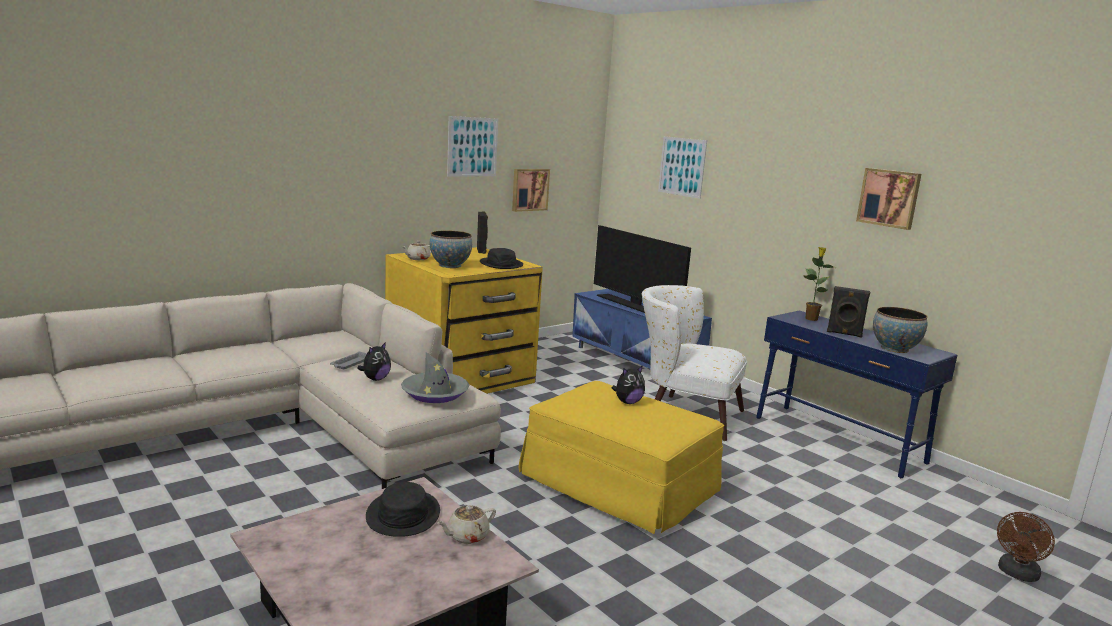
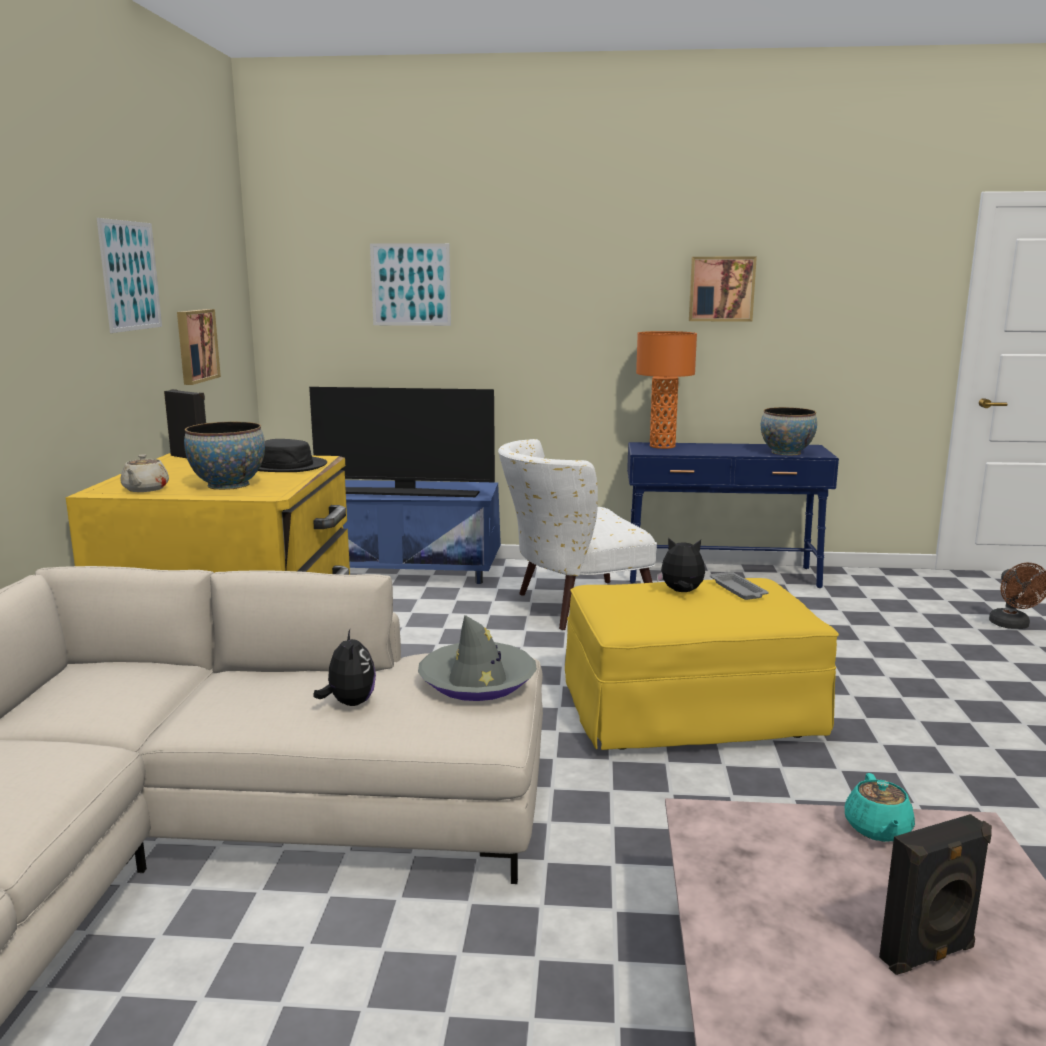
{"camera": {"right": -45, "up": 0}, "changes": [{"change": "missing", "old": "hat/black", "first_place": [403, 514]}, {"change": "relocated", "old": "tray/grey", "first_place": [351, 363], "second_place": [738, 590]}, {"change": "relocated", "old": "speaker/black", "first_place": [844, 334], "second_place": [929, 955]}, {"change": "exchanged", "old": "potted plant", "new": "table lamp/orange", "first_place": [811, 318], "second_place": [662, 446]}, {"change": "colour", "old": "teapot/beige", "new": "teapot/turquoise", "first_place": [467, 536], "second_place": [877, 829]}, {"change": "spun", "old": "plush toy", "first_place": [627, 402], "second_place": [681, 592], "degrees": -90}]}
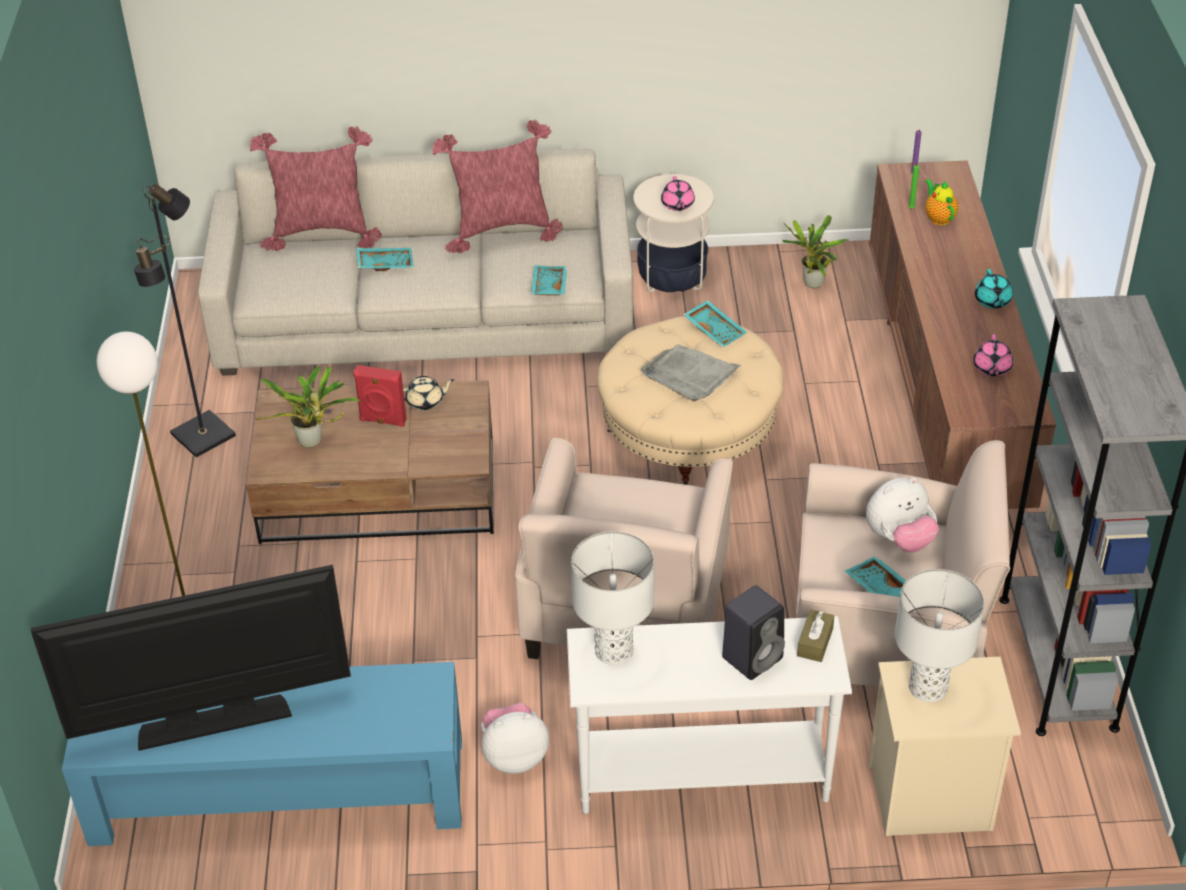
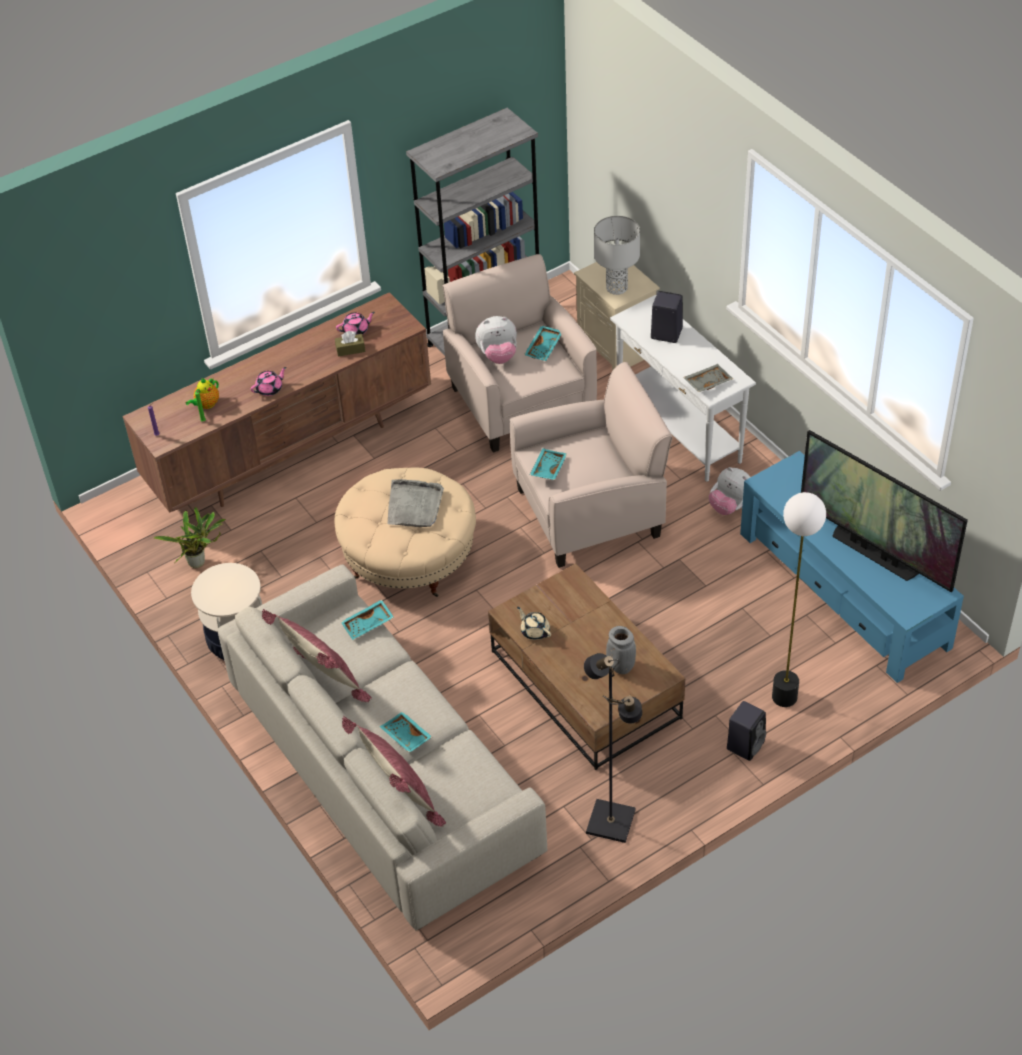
{"camera": {"right": -120, "up": 5}, "changes": [{"change": "missing", "old": "speaker/red", "first_place": [382, 421]}, {"change": "missing", "old": "teapot/turquoise", "first_place": [992, 301]}, {"change": "appeared", "new": "speaker/black", "second_place": [745, 744]}, {"change": "relocated", "old": "teapot/pink", "first_place": [677, 204], "second_place": [270, 389]}, {"change": "relocated", "old": "tray/turquoise", "first_place": [715, 329], "second_place": [547, 468]}, {"change": "relocated", "old": "tissue box/brown", "first_place": [815, 642], "second_place": [350, 349]}, {"change": "exchanged", "old": "potted plant", "new": "vase/grey", "first_place": [313, 442], "second_place": [620, 666]}, {"change": "exchanged", "old": "table lamp/white", "new": "tray/grey", "first_place": [614, 650], "second_place": [707, 382]}, {"change": "spun", "old": "plush toy", "first_place": [899, 539], "second_place": [498, 356], "degrees": 135}]}
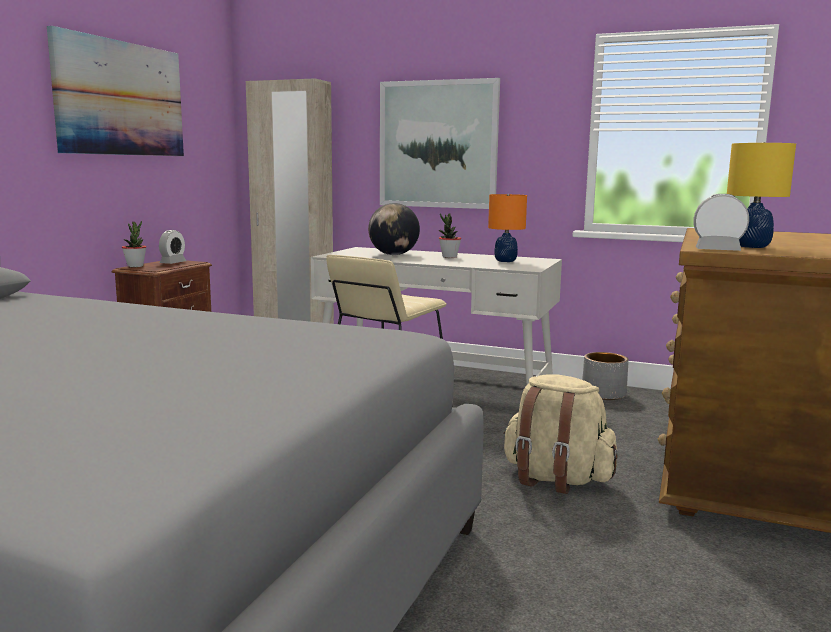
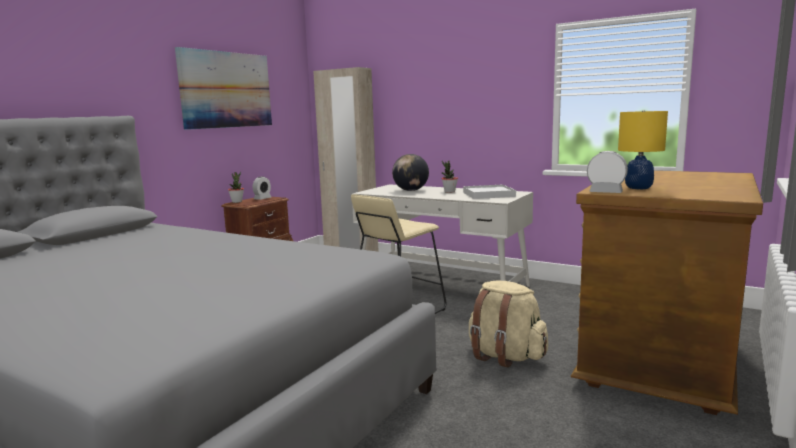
{"camera": {"right": 10, "up": 0}, "changes": [{"change": "missing", "old": "picture", "first_place": [438, 144]}, {"change": "missing", "old": "planter/grey", "first_place": [603, 394]}, {"change": "exchanged", "old": "table lamp/orange", "new": "tray/white", "first_place": [506, 261], "second_place": [488, 194]}]}
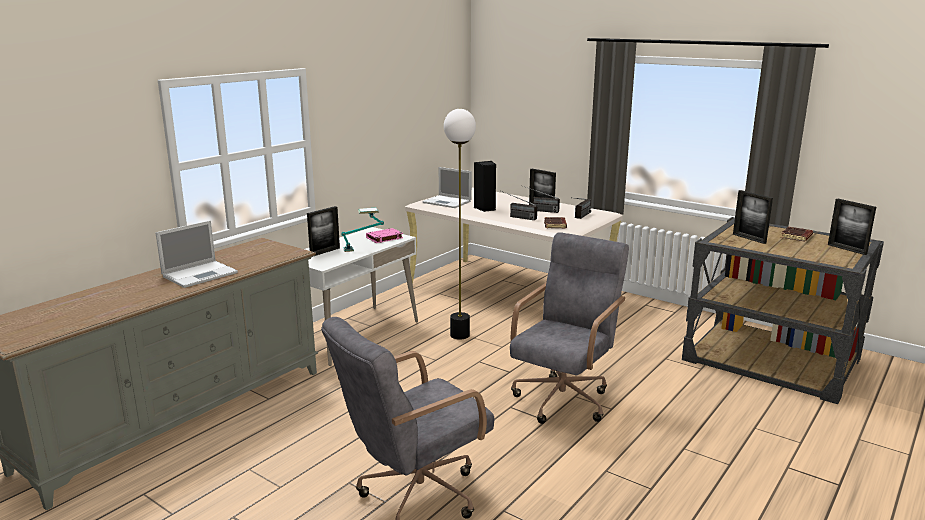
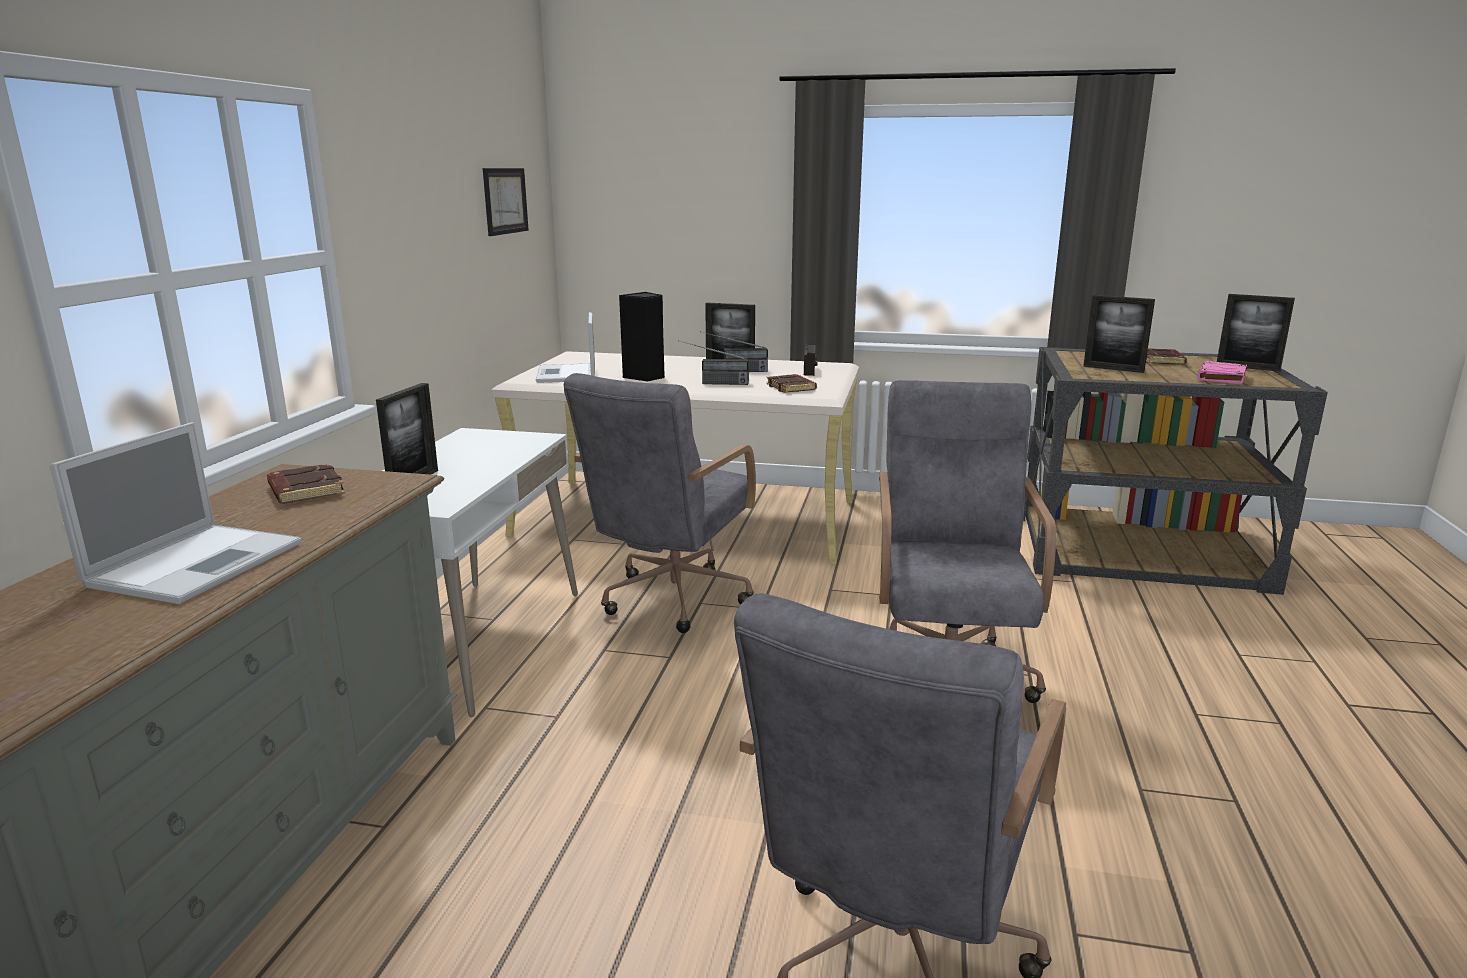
{"camera": {"right": -25, "up": 0}, "changes": [{"change": "missing", "old": "table lamp", "first_place": [363, 249]}, {"change": "appeared", "new": "book/brown", "second_place": [304, 490]}, {"change": "appeared", "new": "picture", "second_place": [505, 201]}, {"change": "relocated", "old": "book/pink", "first_place": [384, 238], "second_place": [1221, 377]}, {"change": "exchanged", "old": "floor lamp", "new": "office chair/grey", "first_place": [459, 335], "second_place": [671, 603]}, {"change": "spun", "old": "laptop", "first_place": [448, 202], "second_place": [567, 374], "degrees": 75}]}
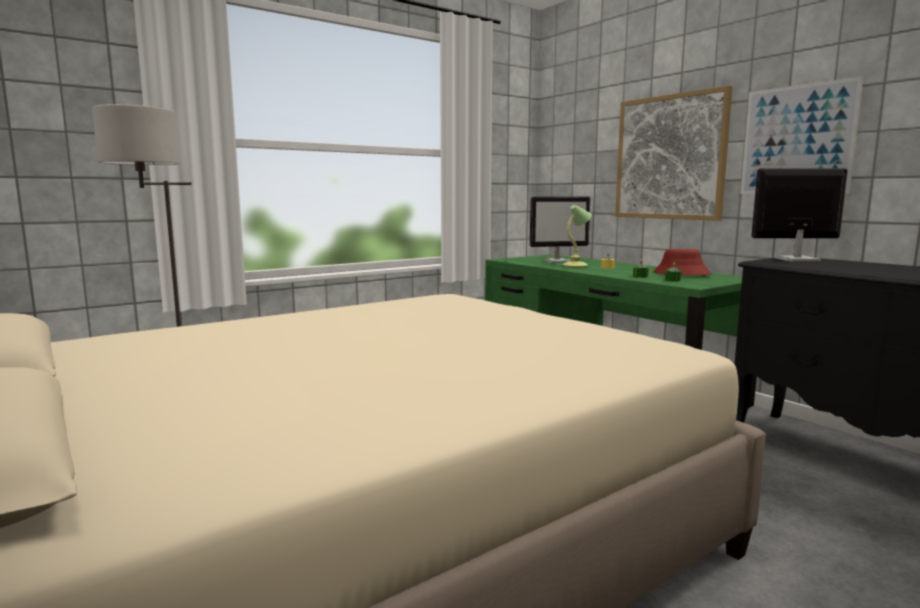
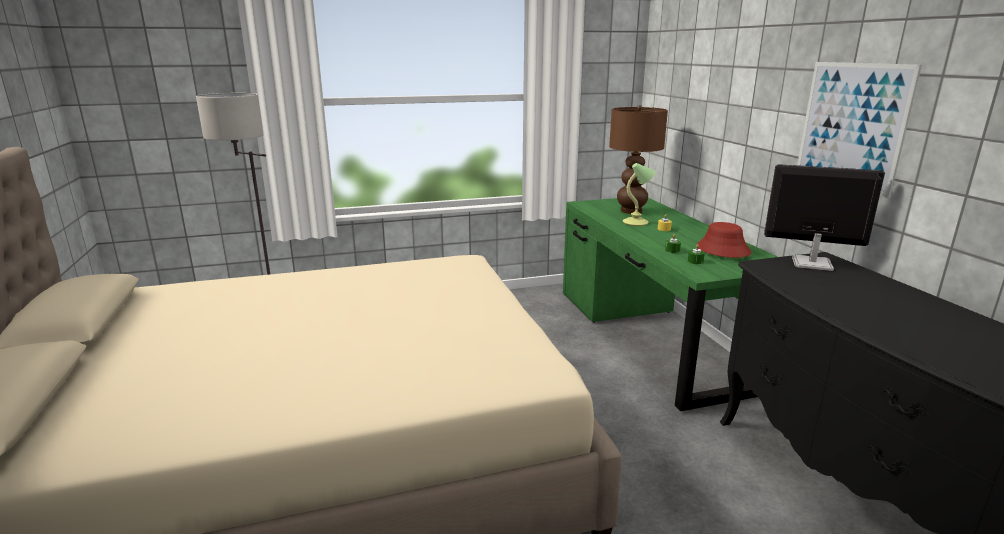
{"camera": {"right": 20, "up": 10}, "changes": [{"change": "missing", "old": "picture", "first_place": [669, 157]}, {"change": "exchanged", "old": "monitor", "new": "table lamp/brown", "first_place": [557, 261], "second_place": [631, 211]}]}
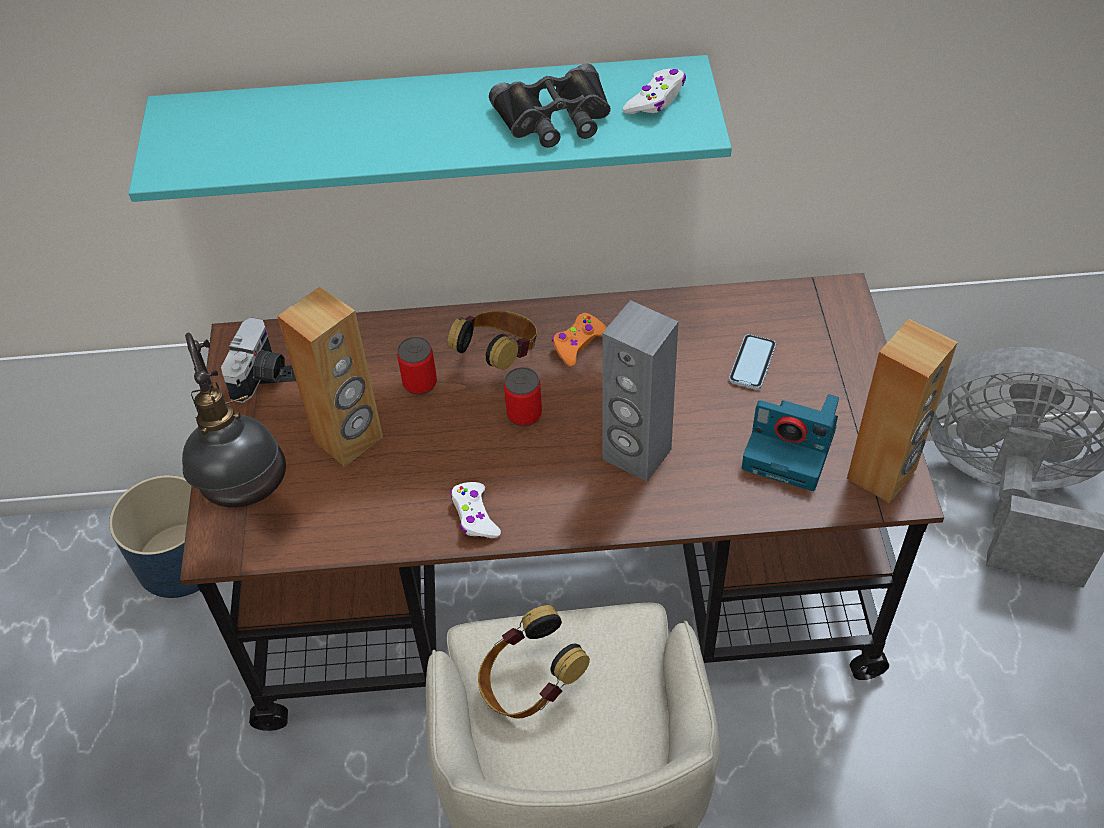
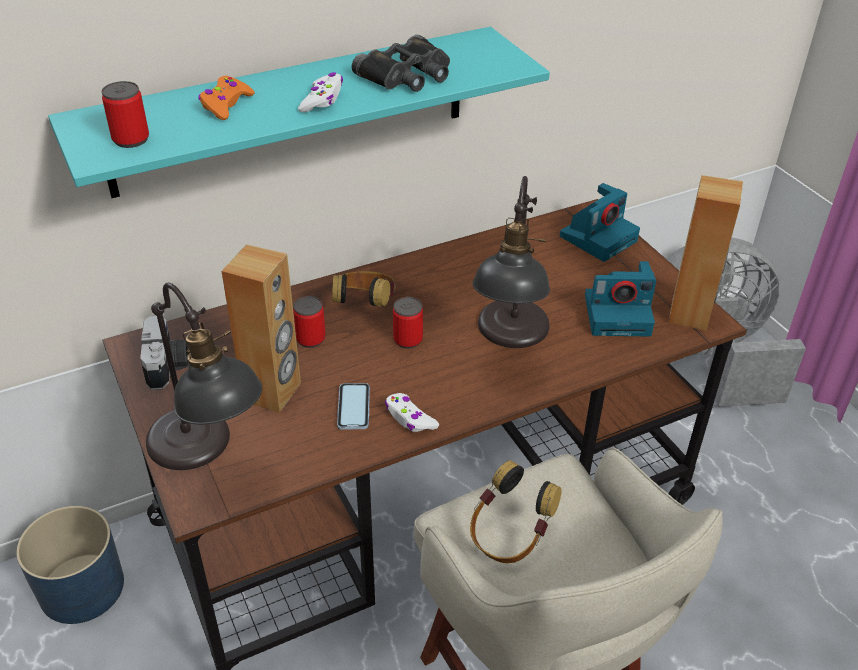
{"camera": {"right": -25, "up": -10}, "changes": [{"change": "appeared", "new": "can", "second_place": [131, 139]}, {"change": "appeared", "new": "photo camera", "second_place": [598, 237]}, {"change": "relocated", "old": "game controller/orange", "first_place": [578, 344], "second_place": [226, 105]}, {"change": "relocated", "old": "game controller/white", "first_place": [656, 99], "second_place": [322, 100]}, {"change": "relocated", "old": "phone", "first_place": [752, 363], "second_place": [353, 407]}, {"change": "exchanged", "old": "speaker/grey", "new": "table lamp/grey", "first_place": [636, 455], "second_place": [510, 345]}]}
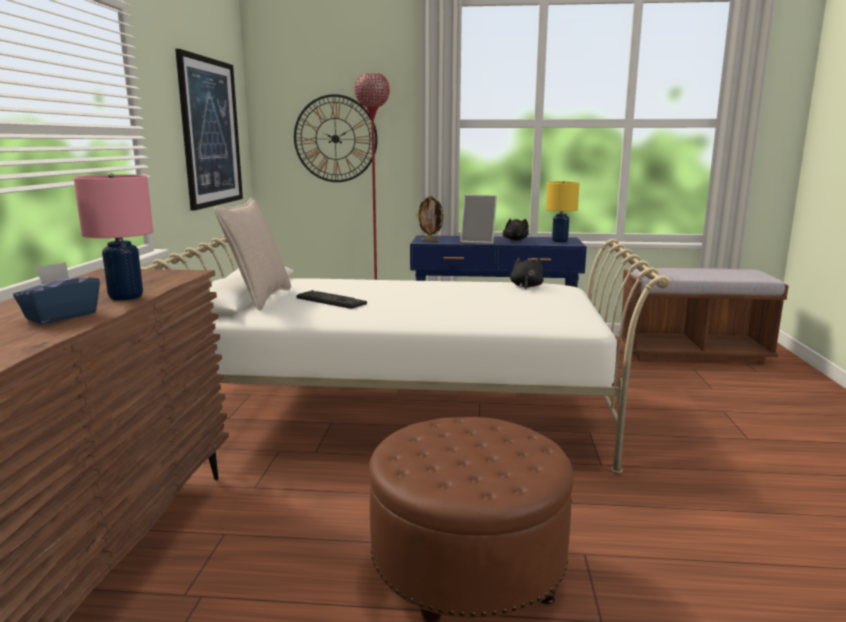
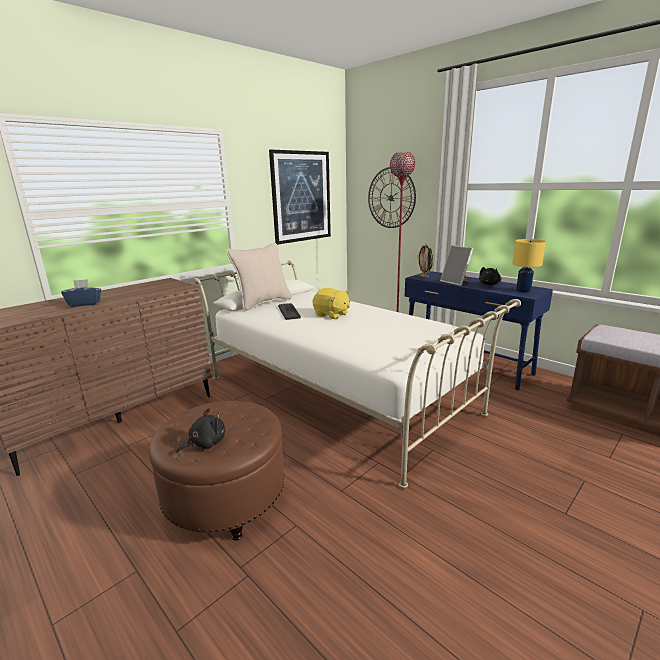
{"camera": {"right": 40, "up": 5}, "changes": [{"change": "missing", "old": "table lamp/pink", "first_place": [126, 297]}, {"change": "appeared", "new": "plush toy/yellow", "second_place": [331, 315]}, {"change": "relocated", "old": "plush toy/black", "first_place": [526, 287], "second_place": [205, 443]}]}
